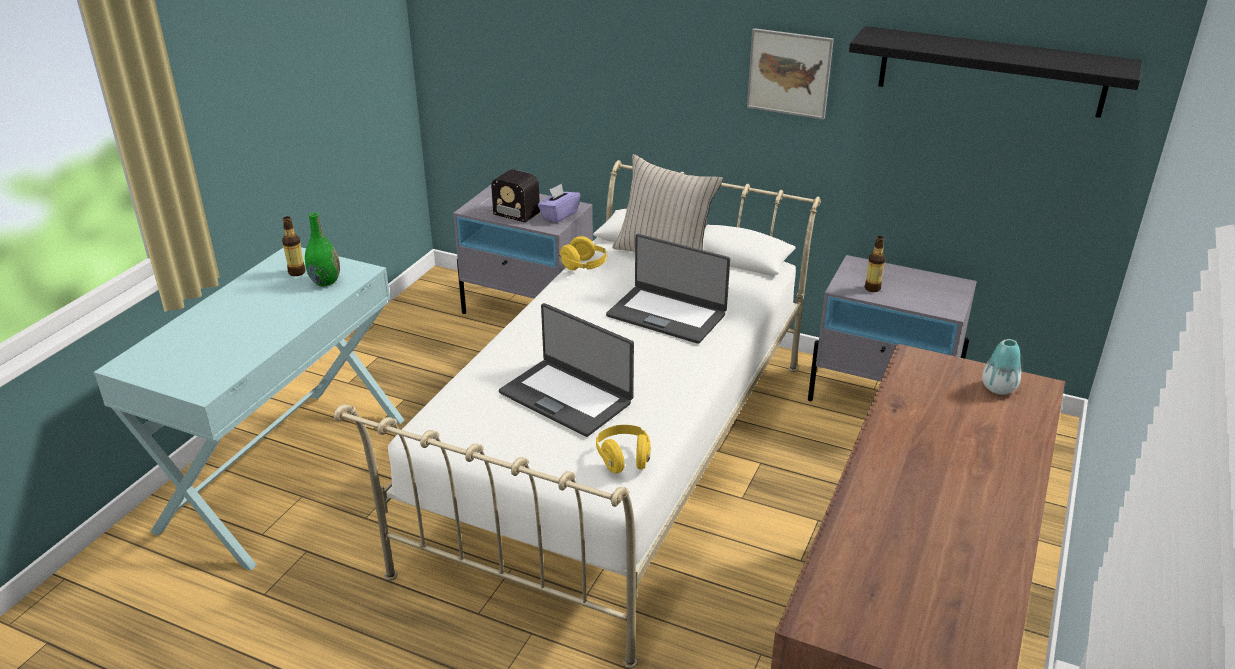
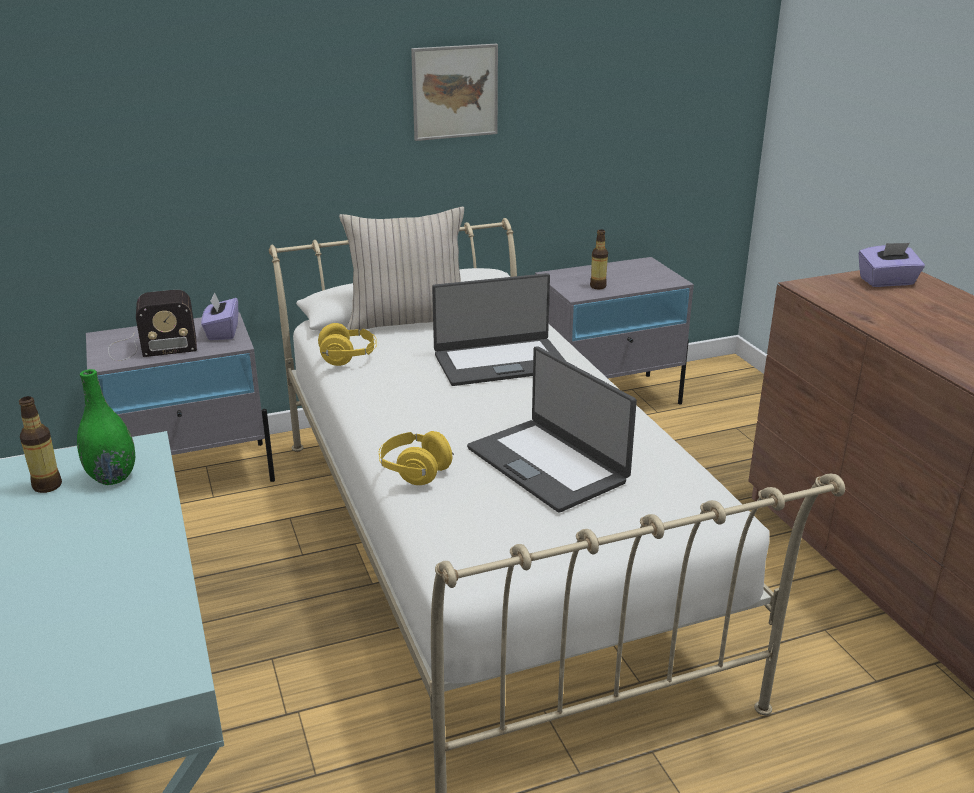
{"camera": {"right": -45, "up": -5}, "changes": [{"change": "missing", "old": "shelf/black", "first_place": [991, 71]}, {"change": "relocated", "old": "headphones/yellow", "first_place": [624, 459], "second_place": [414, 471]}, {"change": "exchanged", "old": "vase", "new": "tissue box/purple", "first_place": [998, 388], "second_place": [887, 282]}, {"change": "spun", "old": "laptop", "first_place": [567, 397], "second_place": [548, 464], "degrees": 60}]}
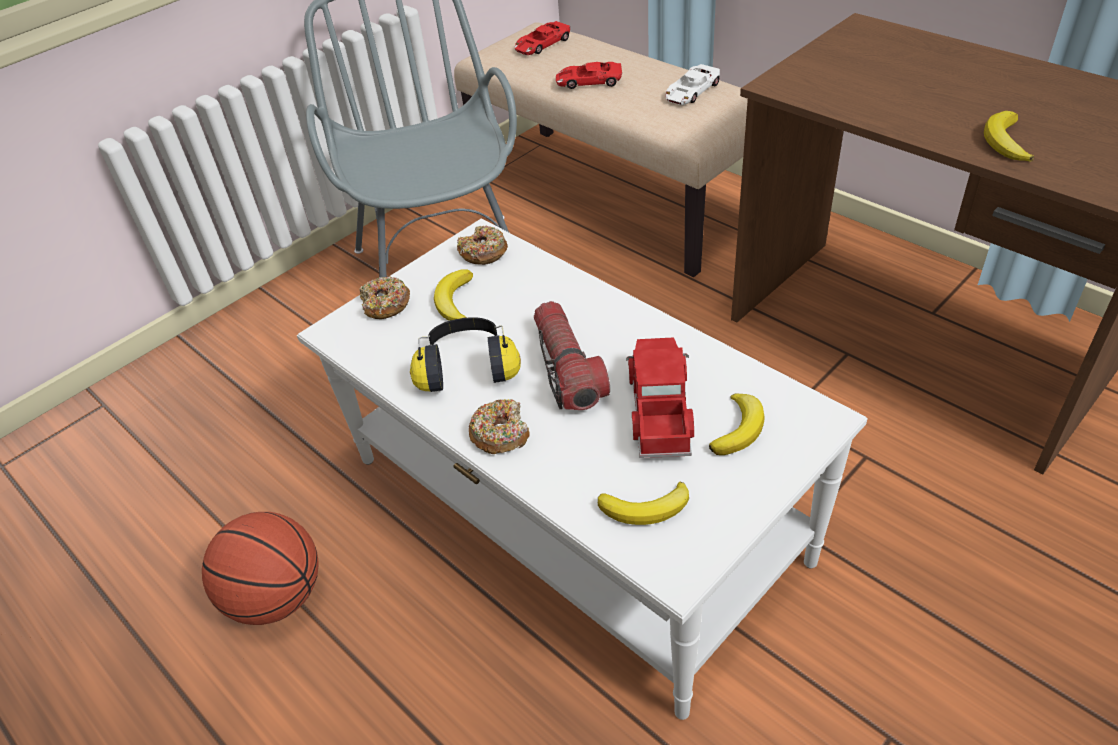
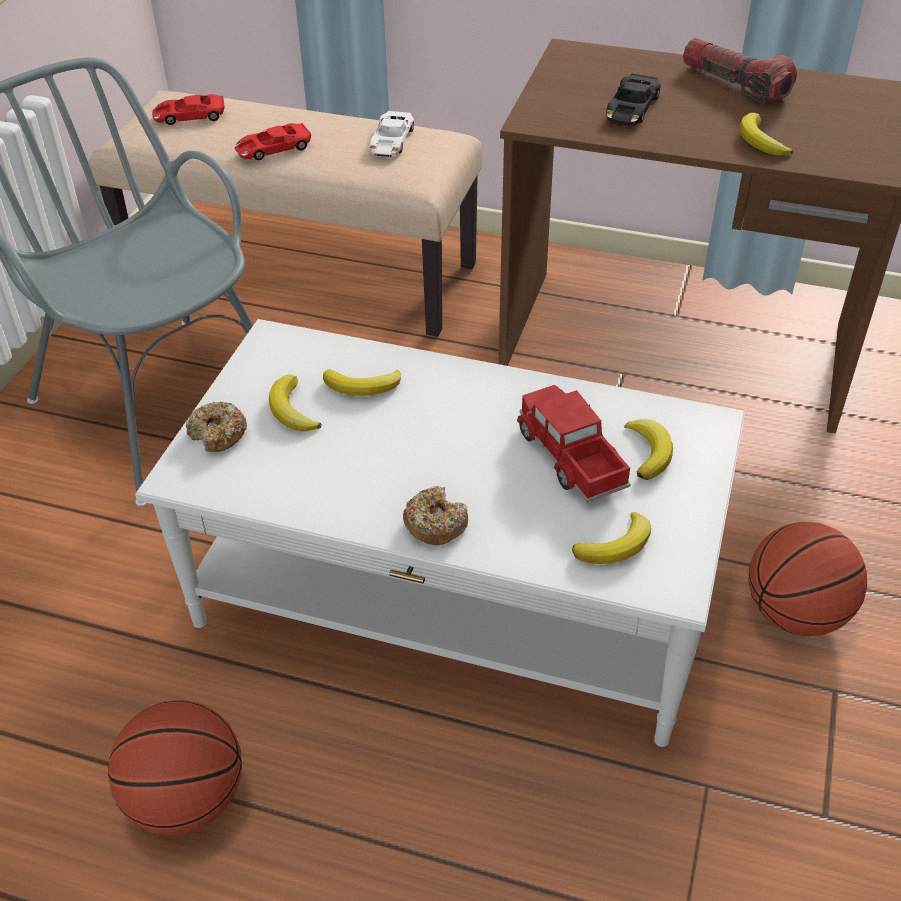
{"camera": {"right": -30, "up": 0}, "changes": [{"change": "missing", "old": "headphones", "first_place": [467, 368]}, {"change": "missing", "old": "donut", "first_place": [483, 252]}, {"change": "appeared", "new": "banana", "second_place": [363, 386]}, {"change": "appeared", "new": "toy car/black", "second_place": [631, 109]}, {"change": "appeared", "new": "basketball", "second_place": [795, 614]}, {"change": "relocated", "old": "flashlight", "first_place": [567, 368], "second_place": [734, 84]}, {"change": "spun", "old": "toy car/red", "first_place": [542, 45], "second_place": [189, 116], "degrees": 60}]}
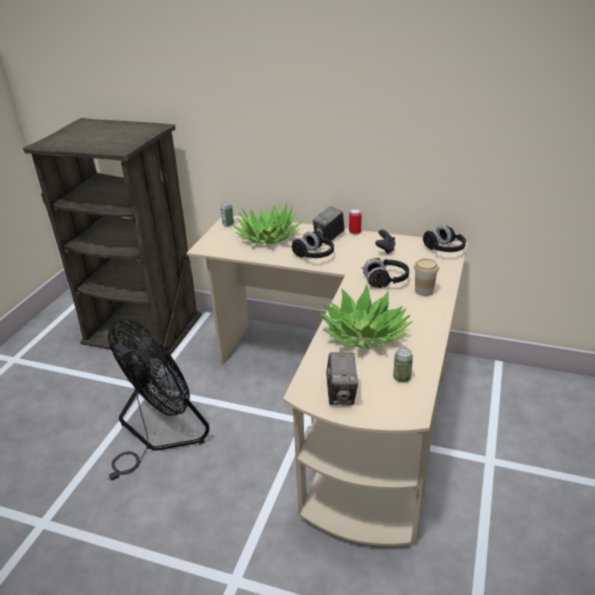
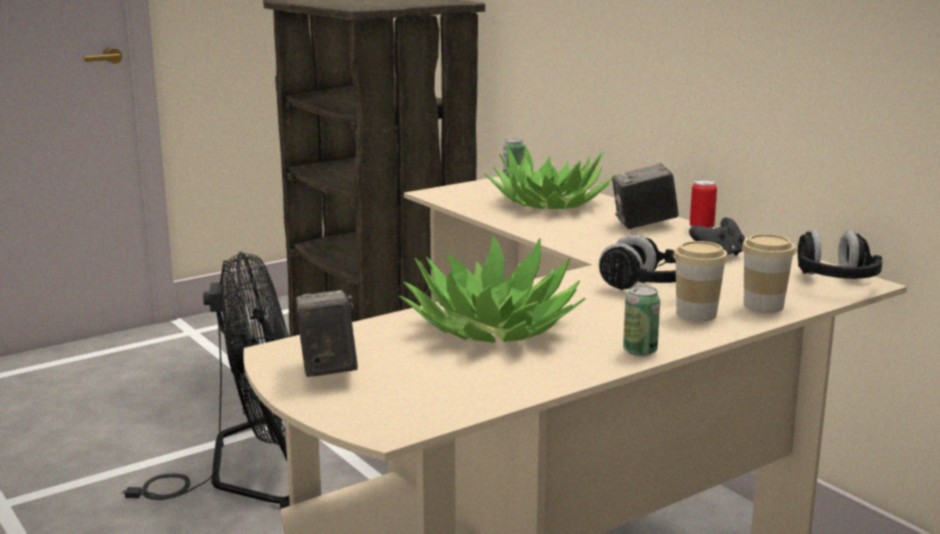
{"camera": {"right": 35, "up": -15}, "changes": [{"change": "missing", "old": "headphones/black", "first_place": [313, 256]}, {"change": "appeared", "new": "cup", "second_place": [763, 306]}, {"change": "relocated", "old": "can", "first_place": [402, 378], "second_place": [640, 351]}, {"change": "spun", "old": "photo camera", "first_place": [341, 394], "second_place": [327, 371], "degrees": 135}]}
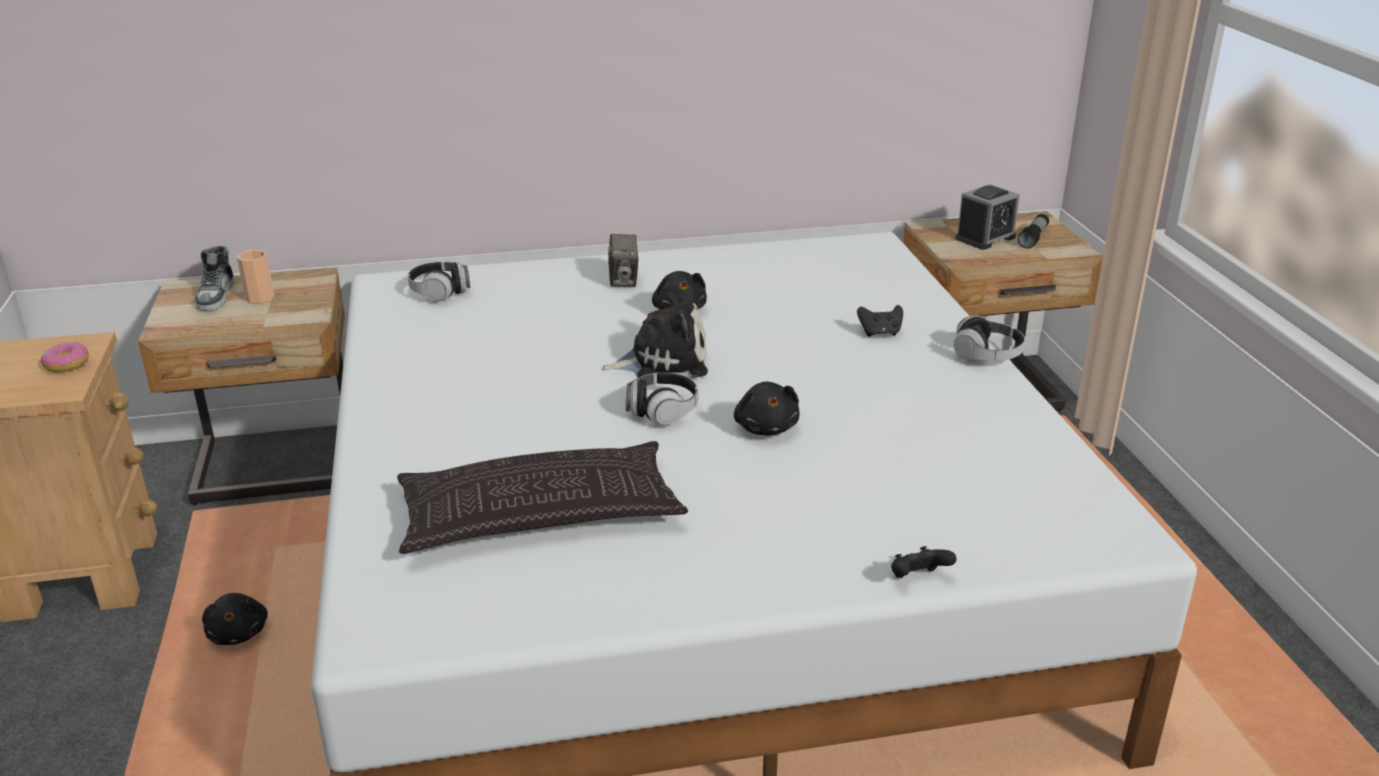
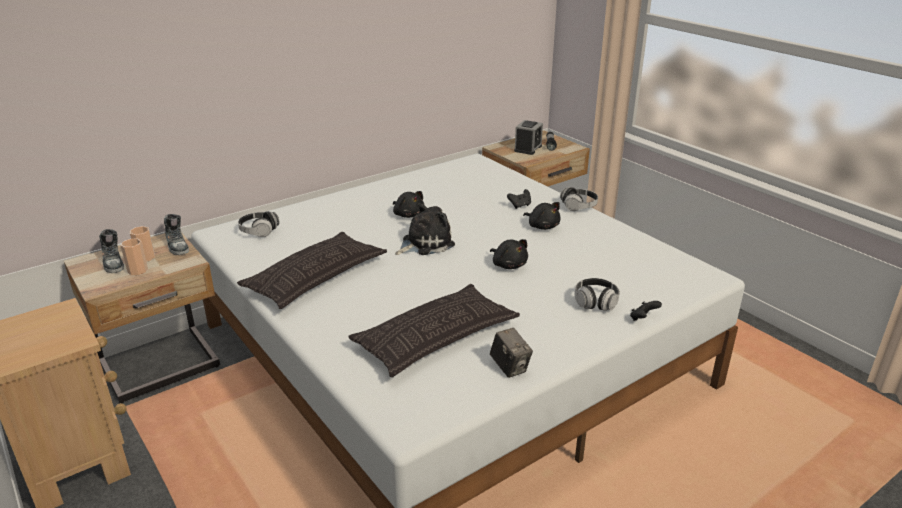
{"camera": {"right": -25, "up": 0}, "changes": [{"change": "missing", "old": "donut", "first_place": [67, 364]}, {"change": "appeared", "new": "cup", "second_place": [137, 270]}, {"change": "appeared", "new": "shoe", "second_place": [177, 245]}, {"change": "appeared", "new": "pillow", "second_place": [316, 277]}, {"change": "relocated", "old": "plush toy/black", "first_place": [239, 633], "second_place": [542, 226]}, {"change": "relocated", "old": "photo camera", "first_place": [623, 280], "second_place": [510, 367]}, {"change": "relocated", "old": "headphones", "first_place": [662, 411], "second_place": [595, 302]}]}
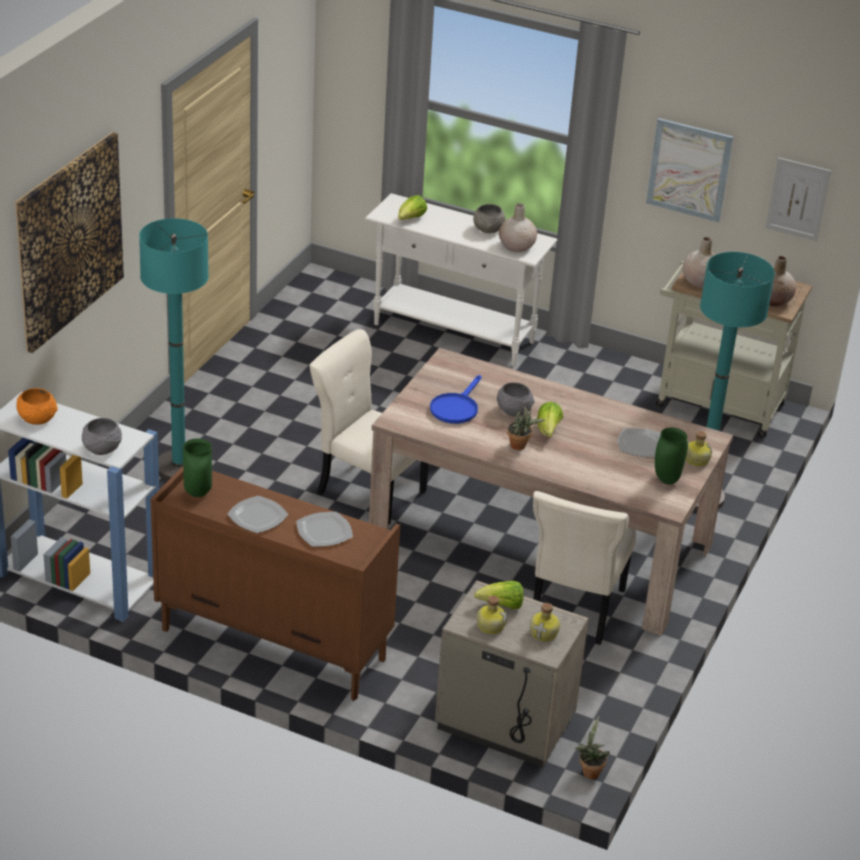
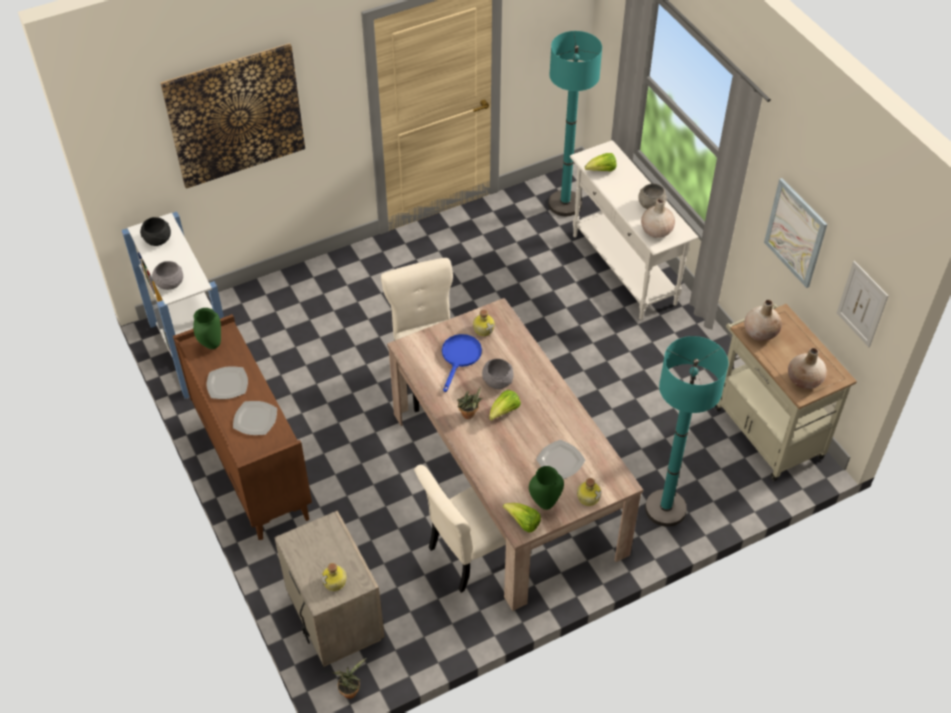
{"camera": {"right": 40, "up": 15}, "changes": [{"change": "relocated", "old": "floor lamp/turquoise", "first_place": [179, 468], "second_place": [565, 204]}, {"change": "relocated", "old": "lettuce", "first_place": [502, 606], "second_place": [523, 523]}, {"change": "relocated", "old": "bottle", "first_place": [490, 626], "second_place": [483, 329]}, {"change": "colour", "old": "bowl/orange", "new": "bowl/black", "first_place": [37, 418], "second_place": [158, 239]}, {"change": "spun", "old": "frying pan/blue", "first_place": [456, 407], "second_place": [460, 357], "degrees": 135}]}
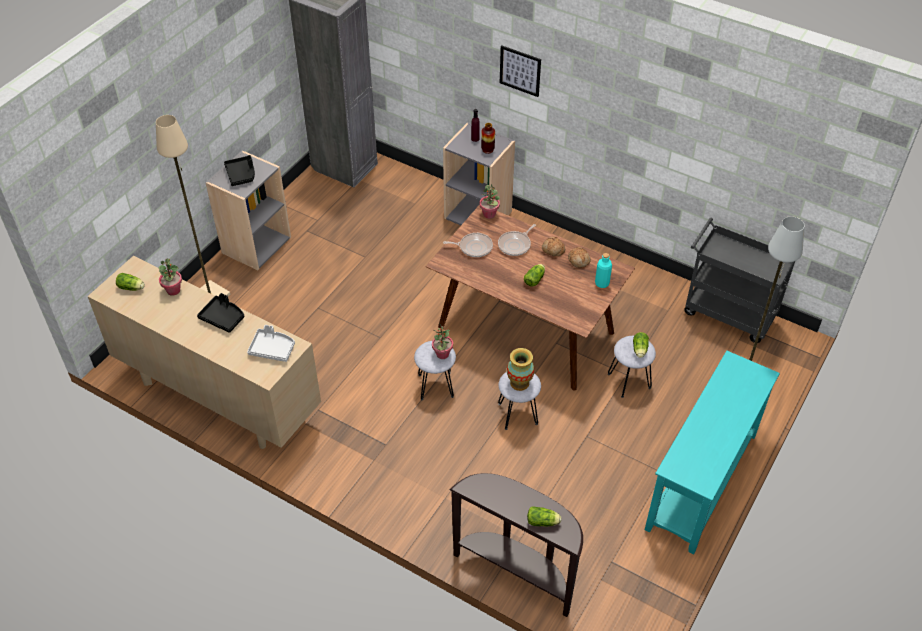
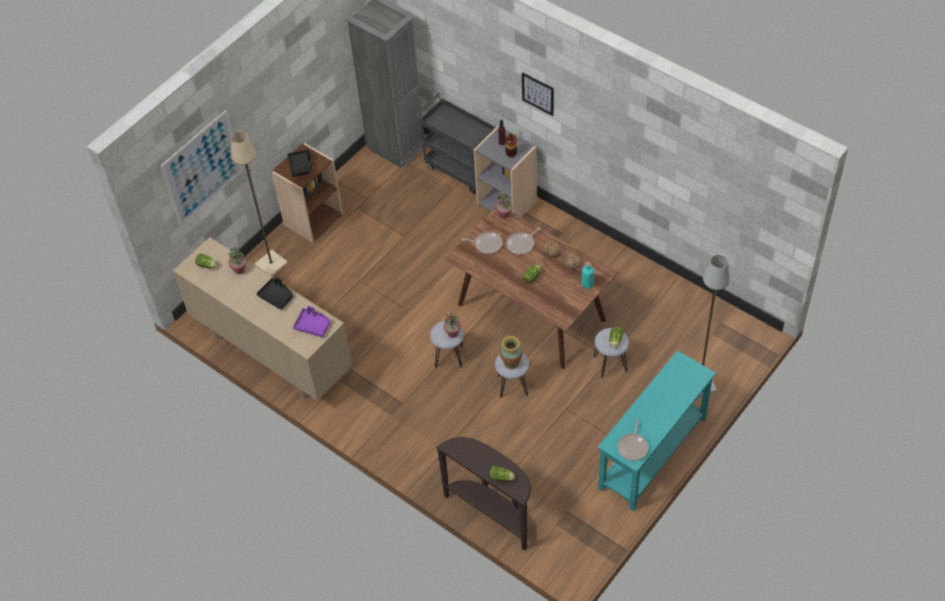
{"camera": {"right": 10, "up": 5}, "changes": [{"change": "appeared", "new": "picture", "second_place": [202, 168]}, {"change": "appeared", "new": "frying pan", "second_place": [633, 447]}, {"change": "relocated", "old": "cart/grey", "first_place": [726, 316], "second_place": [459, 171]}, {"change": "colour", "old": "bookcase/grey", "new": "bookcase/brown", "first_place": [256, 244], "second_place": [313, 218]}, {"change": "colour", "old": "tray/grey", "new": "tray/purple", "first_place": [272, 349], "second_place": [313, 325]}]}
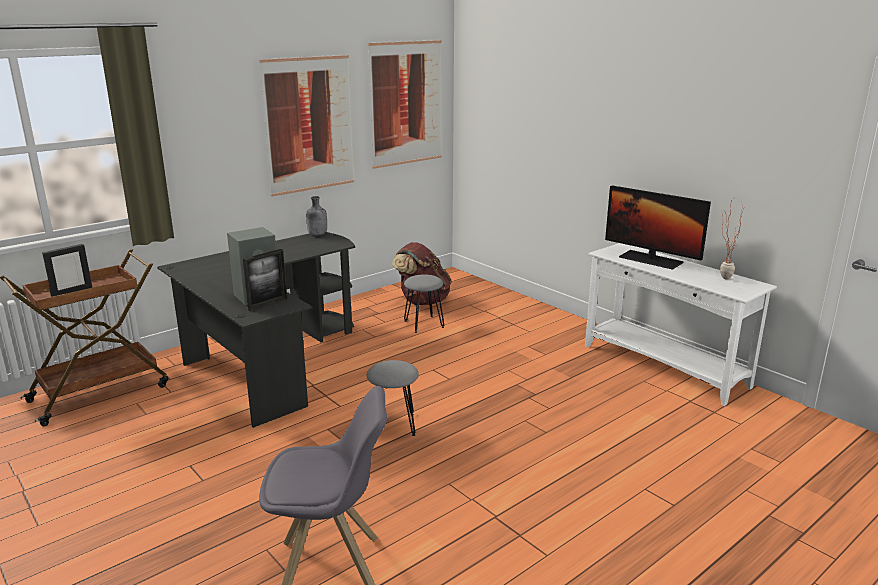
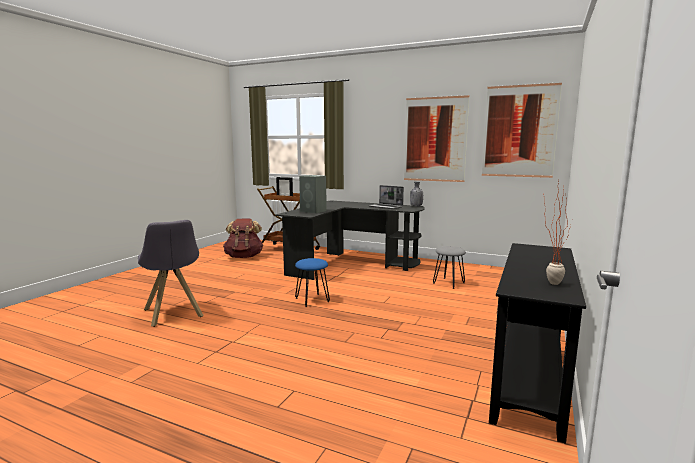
{"camera": {"right": 65, "up": -10}, "changes": [{"change": "missing", "old": "picture frame", "first_place": [268, 304]}, {"change": "missing", "old": "monitor", "first_place": [650, 260]}, {"change": "appeared", "new": "laptop", "second_place": [386, 207]}, {"change": "relocated", "old": "backpack/brown", "first_place": [422, 301], "second_place": [244, 257]}, {"change": "colour", "old": "stool/grey", "new": "stool/blue", "first_place": [394, 425], "second_place": [311, 300]}, {"change": "colour", "old": "console table/white", "new": "console table/black", "first_place": [665, 366], "second_place": [529, 379]}]}
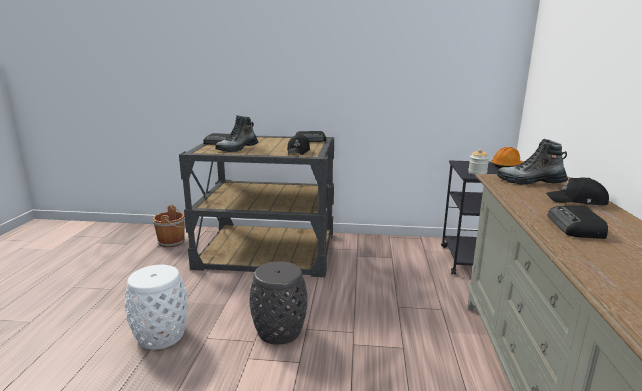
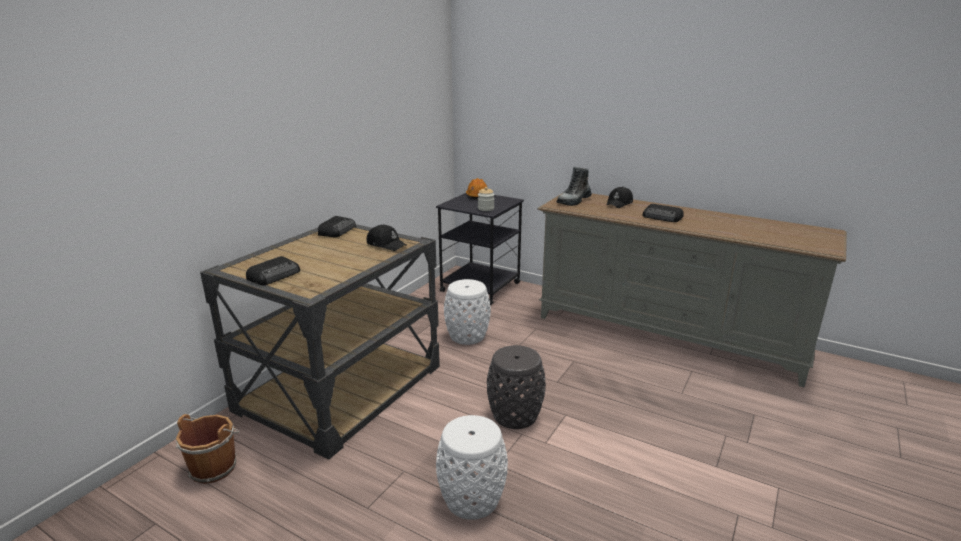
{"camera": {"right": -65, "up": 5}, "changes": [{"change": "missing", "old": "boot", "first_place": [237, 149]}, {"change": "appeared", "new": "stool/white", "second_place": [467, 336]}]}
